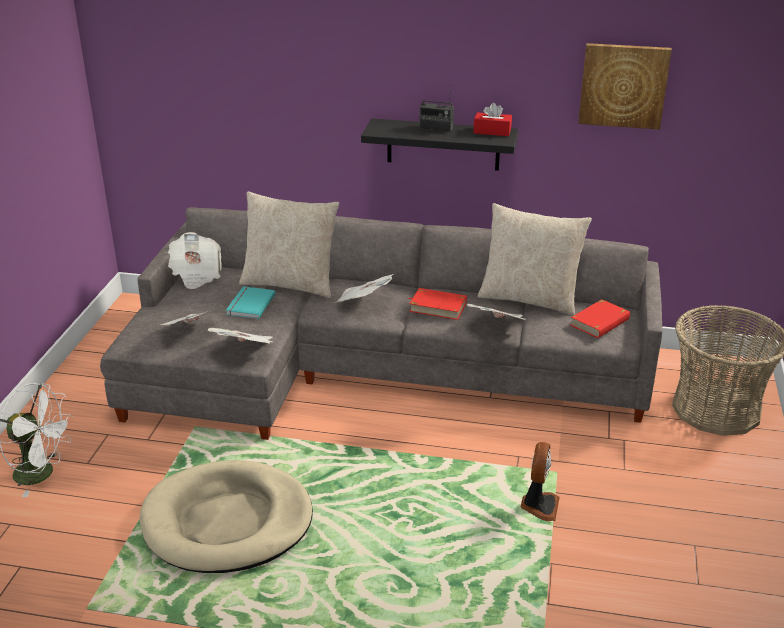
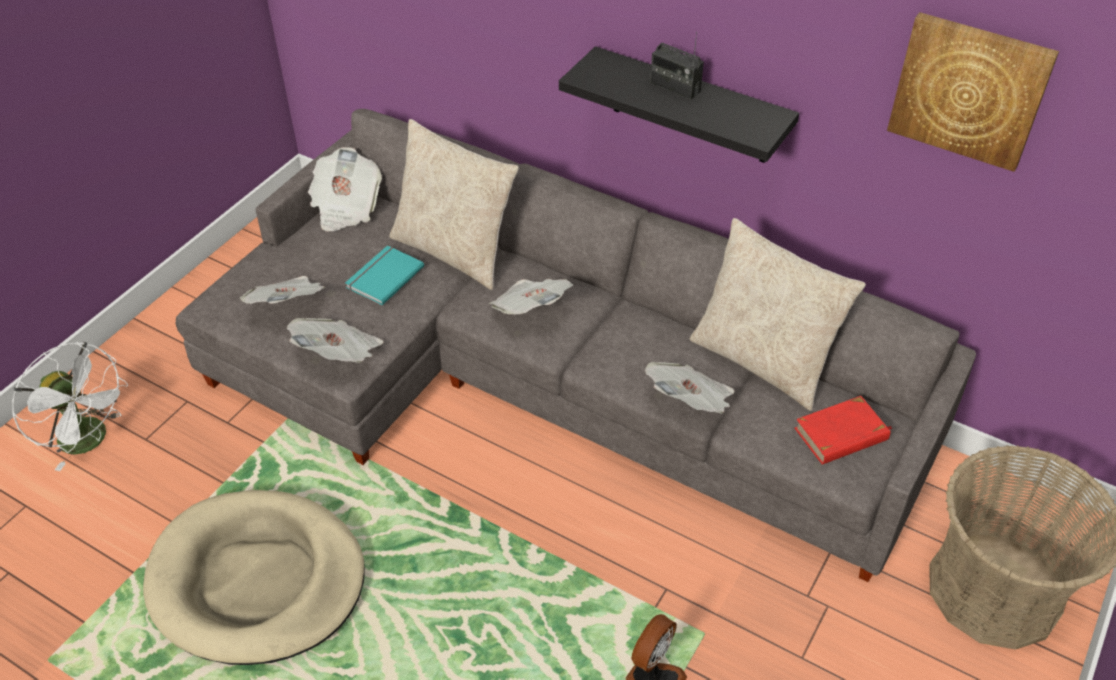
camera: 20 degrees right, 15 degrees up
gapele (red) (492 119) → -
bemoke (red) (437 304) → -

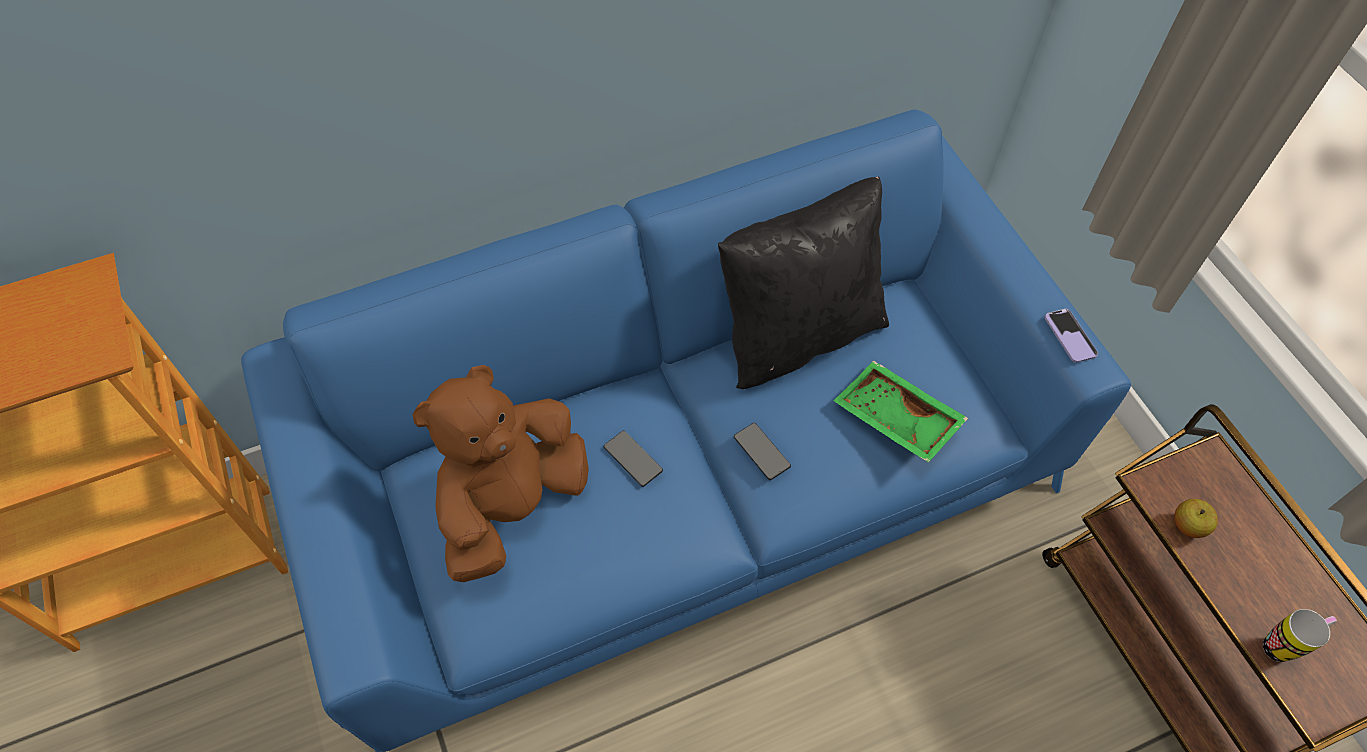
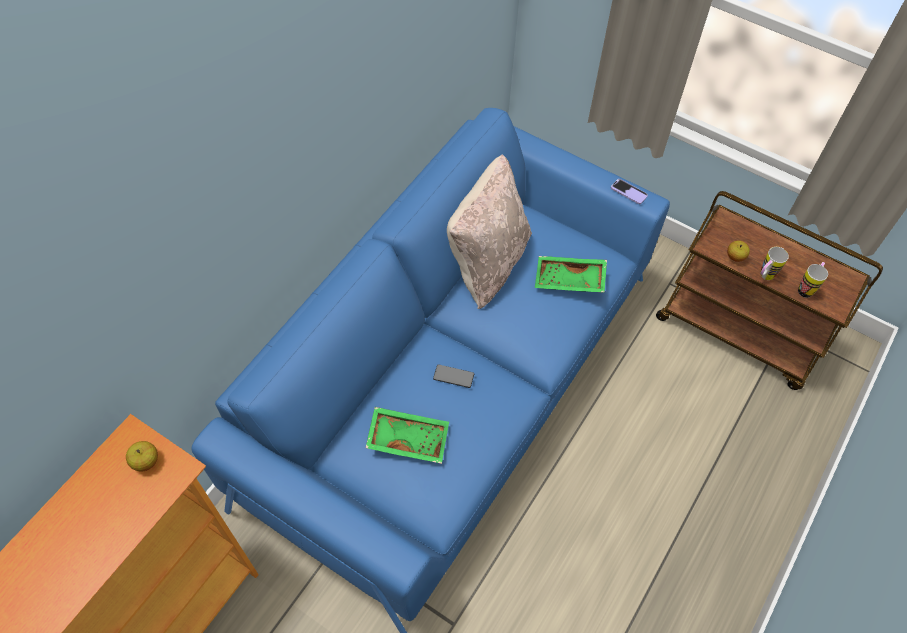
camera: 35 degrees left, 0 degrees up
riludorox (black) (803 283) → riludorox (beige) (489 231)
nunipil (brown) (500 473) → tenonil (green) (407 435)
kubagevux (762 451) → -
- → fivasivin (774 263)
- → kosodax (142 456)

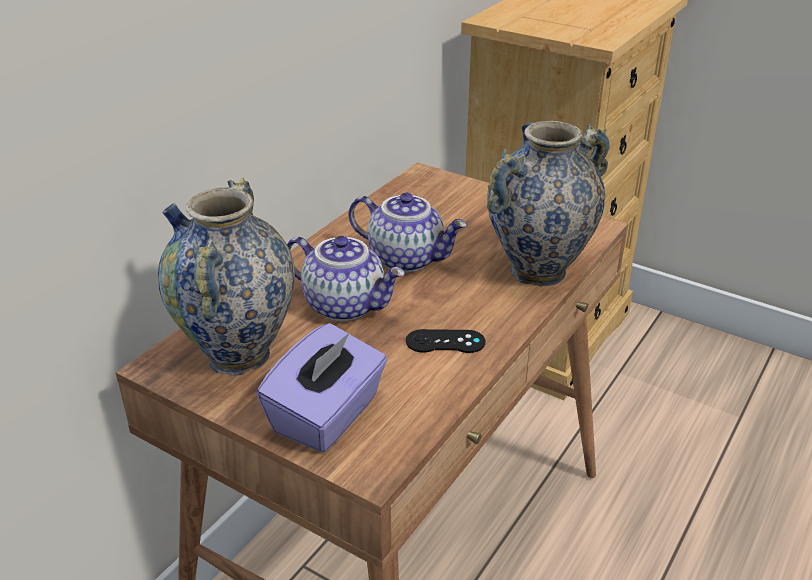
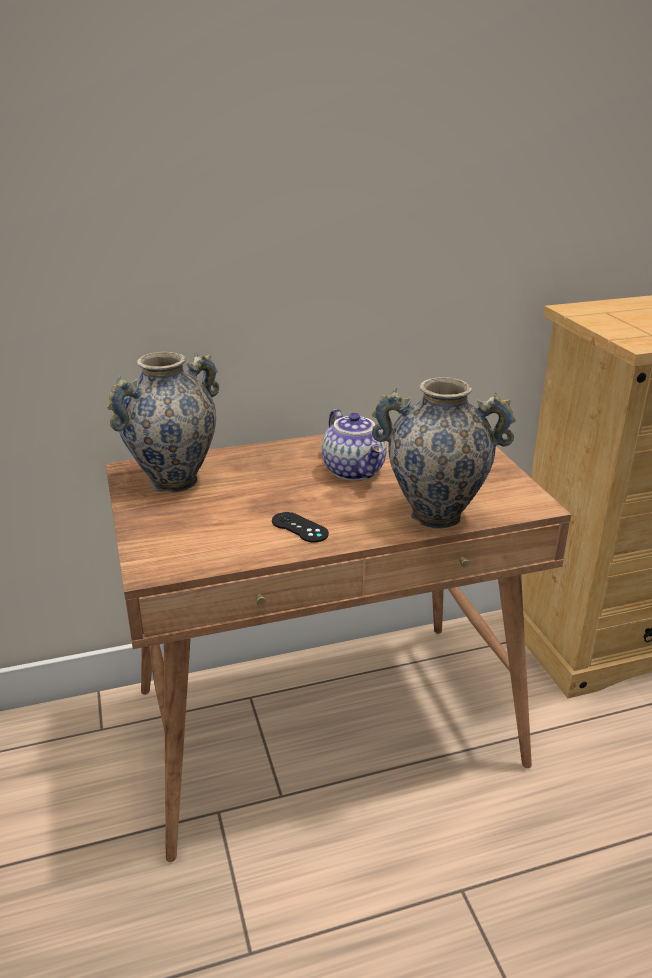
camera: 40 degrees right, 5 degrees down
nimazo (346 278) → -
gapele (purple) (321 388) → -

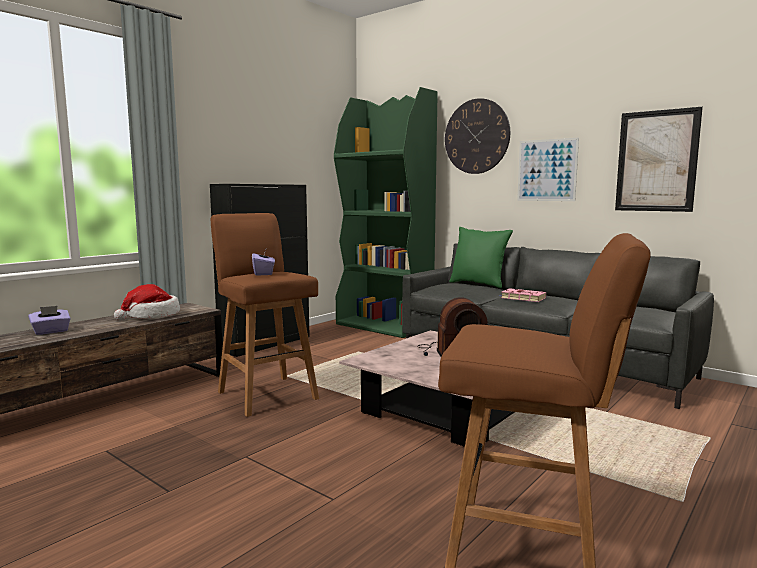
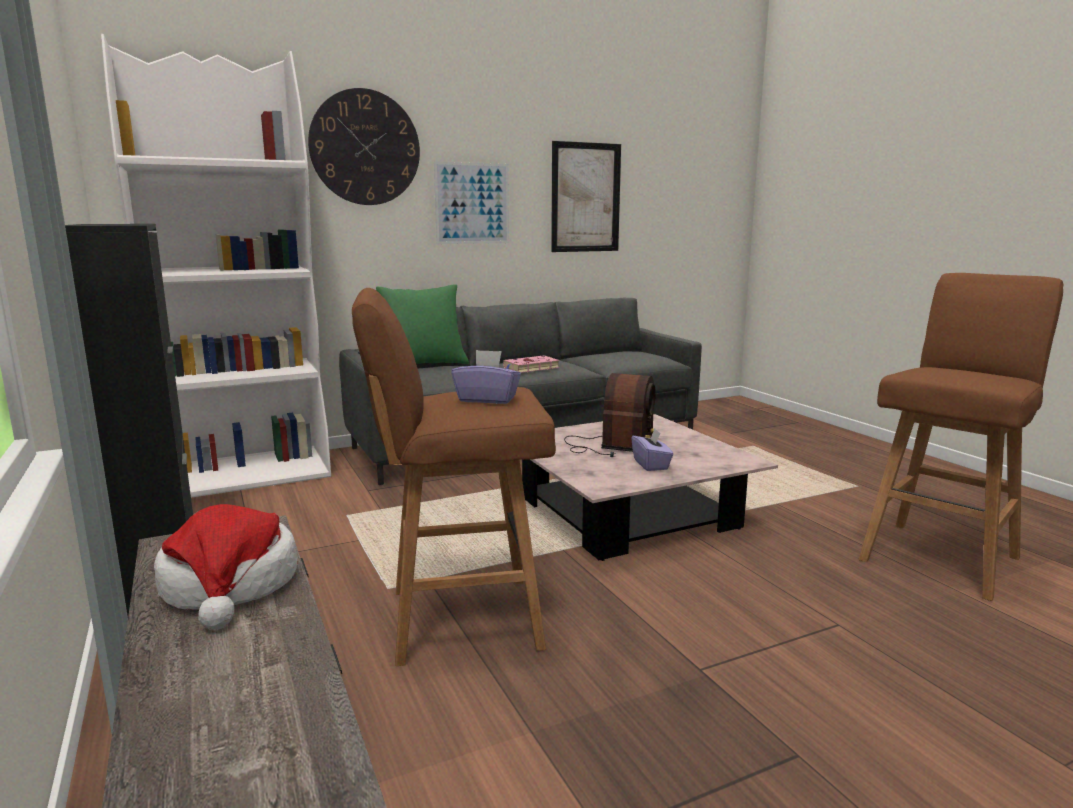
camera: 65 degrees left, 5 degrees up
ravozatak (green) (386 212) → ravozatak (white) (216 266)
gapele (purple) (49 320) → gapele (purple) (652 449), move

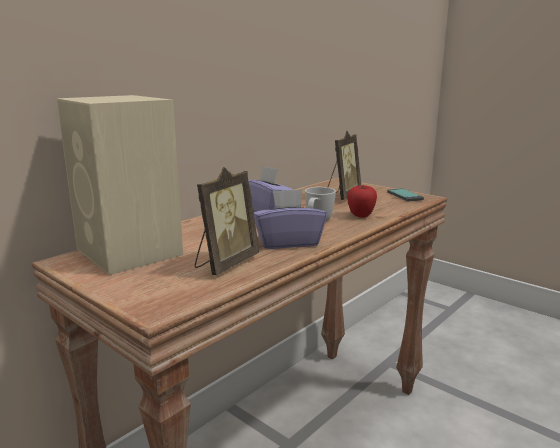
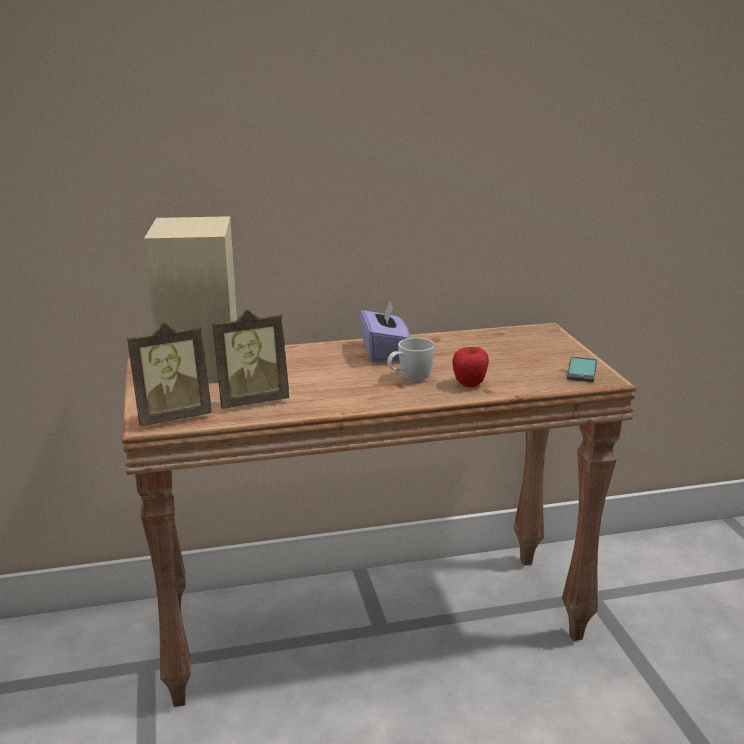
camera: 35 degrees right, 5 degrees up
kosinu (344 165) → kosinu (169 375), move
gapele (purple) (290 219) → -

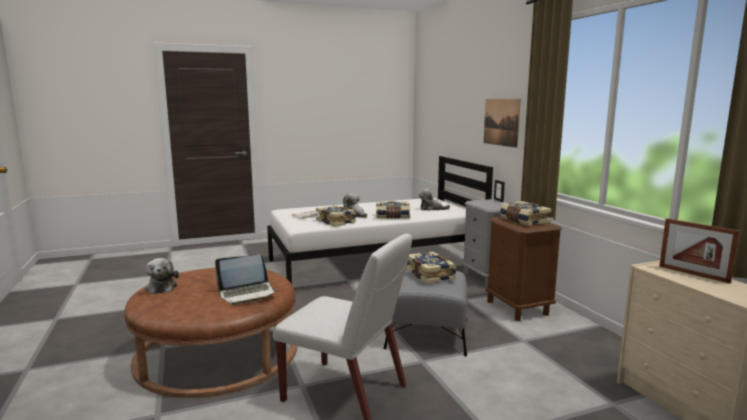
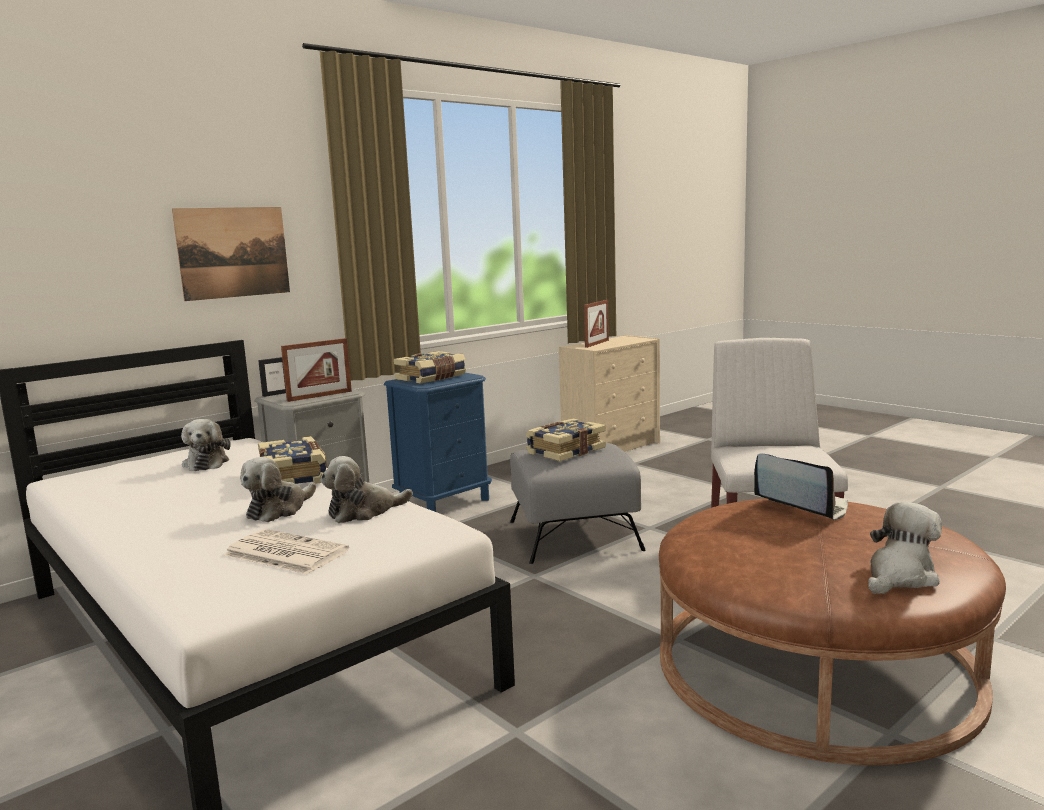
camera: 110 degrees left, 0 degrees up
bemoke (336 216) → nunipil (366 489)
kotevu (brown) (523 269) → kotevu (blue) (438 442)
- → kosinu (316 370)

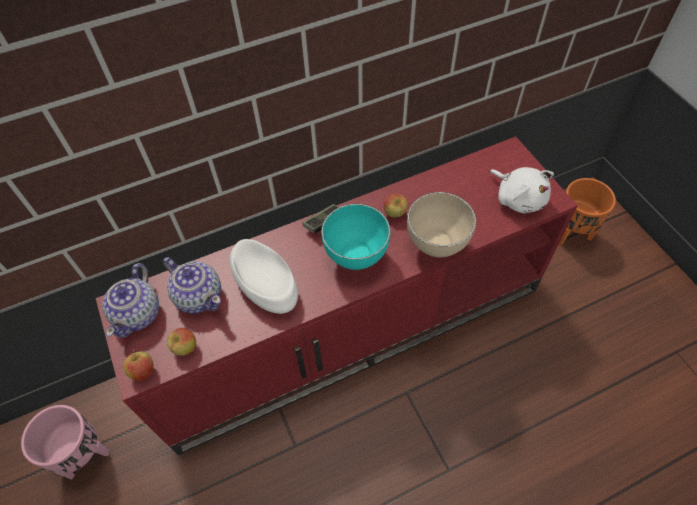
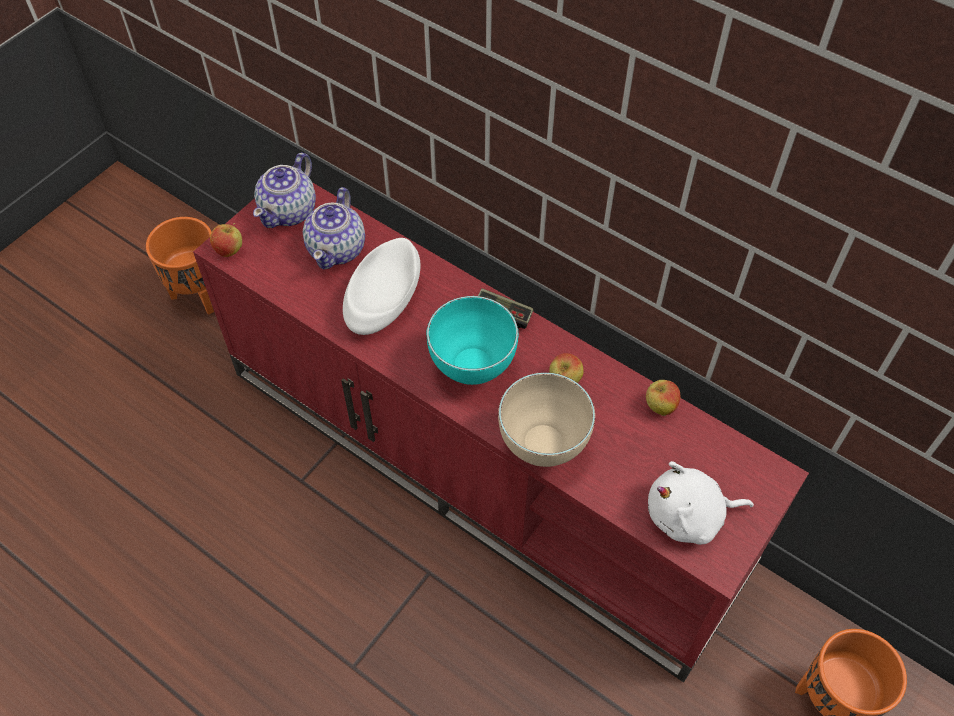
camera: 60 degrees right, 0 degrees up
nunipil (white) (522 190) → nunipil (white) (701 503), 60 degrees clockwise
nimazo (130 300) → nimazo (284 190), 45 degrees counterclockwise
kosodax (181 342) → kosodax (663 398), move
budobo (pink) (65 442) → budobo (orange) (180 266)

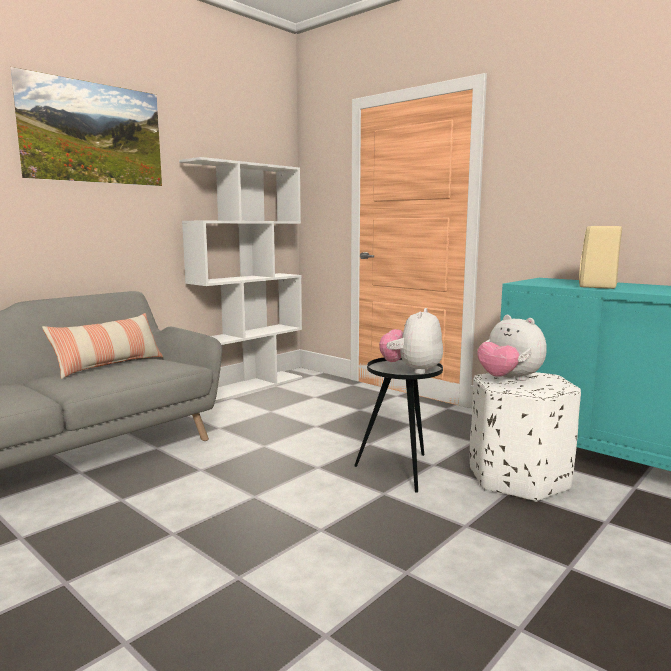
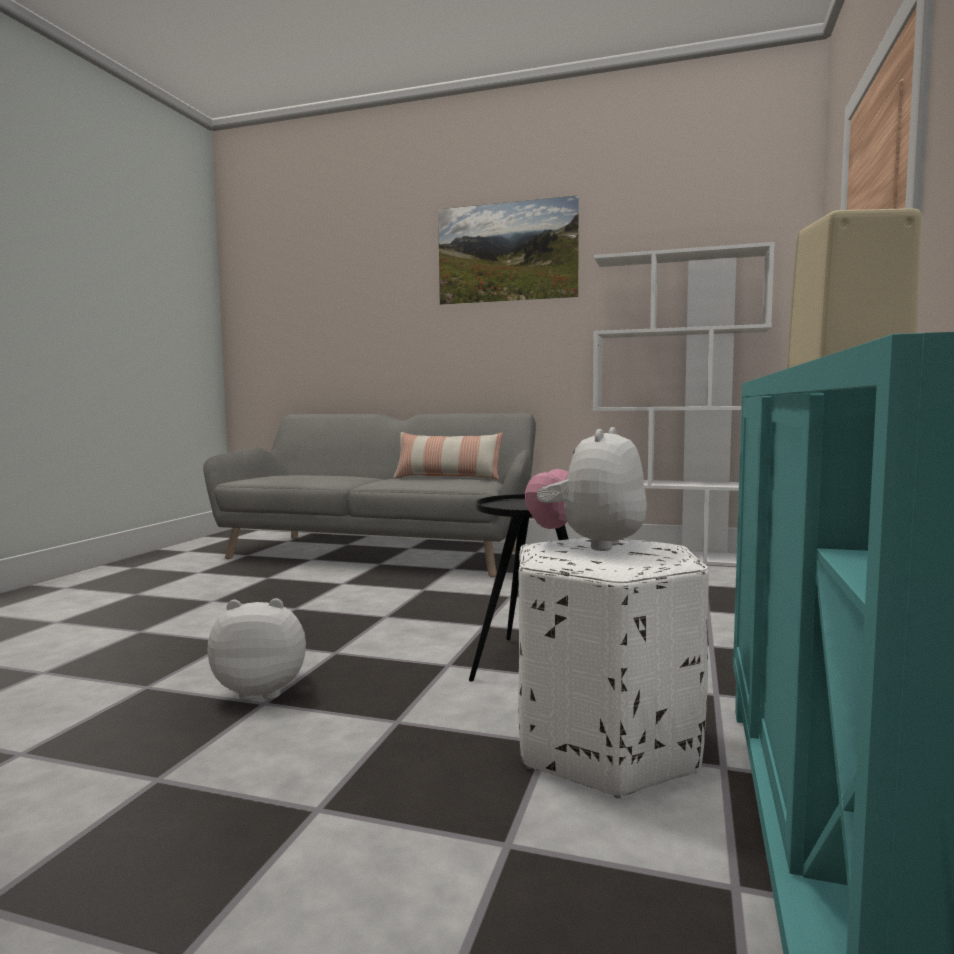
camera: 65 degrees right, 5 degrees down
nunipil (411 341) → nunipil (257 649), move

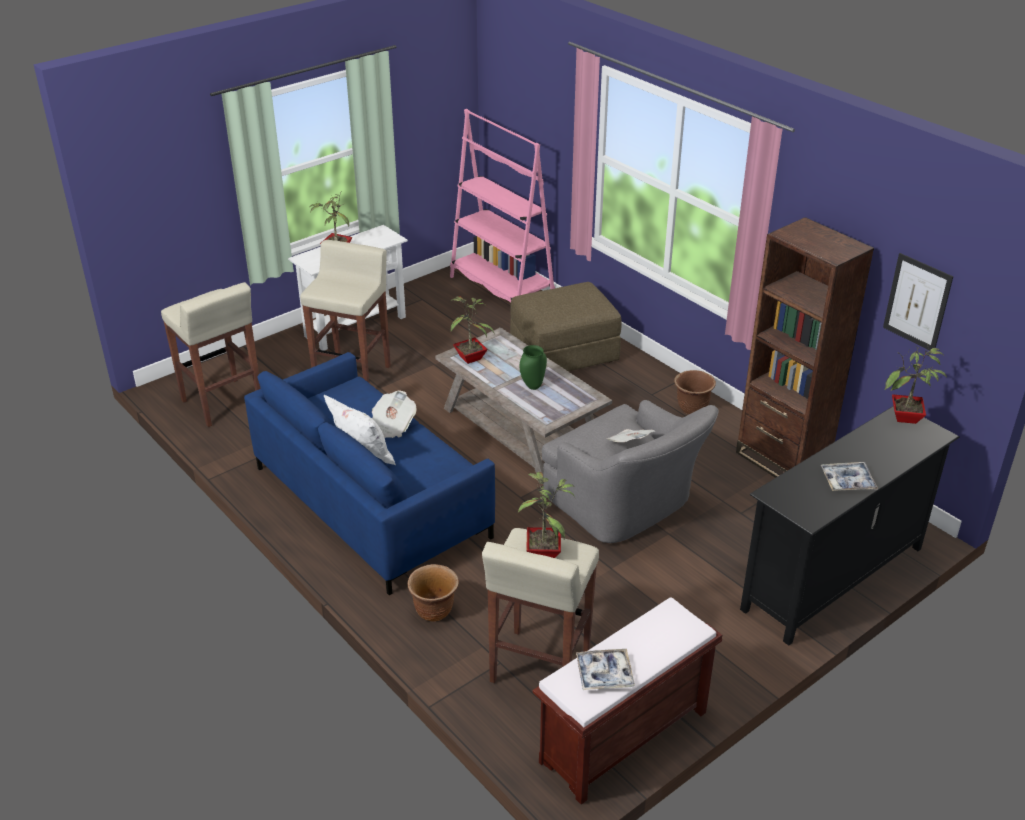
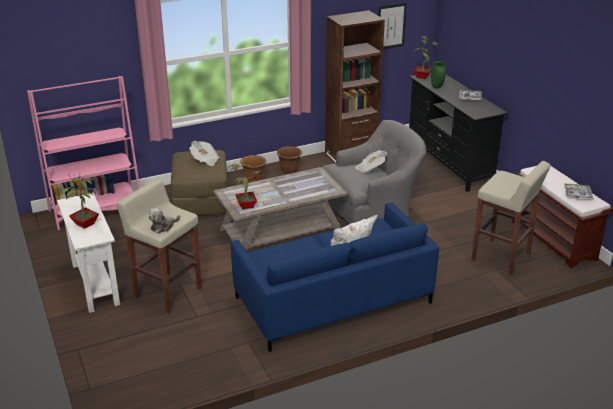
camera: 75 degrees left, 5 degrees down
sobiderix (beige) (211 354) → -
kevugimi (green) (533 367) → kevugimi (green) (438 75), move
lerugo (394 414) → lerugo (204 153), move
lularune (547 515) → -
budobo (brown) (433 593) → budobo (brown) (253 168), move
- → nunipil (164 221)

